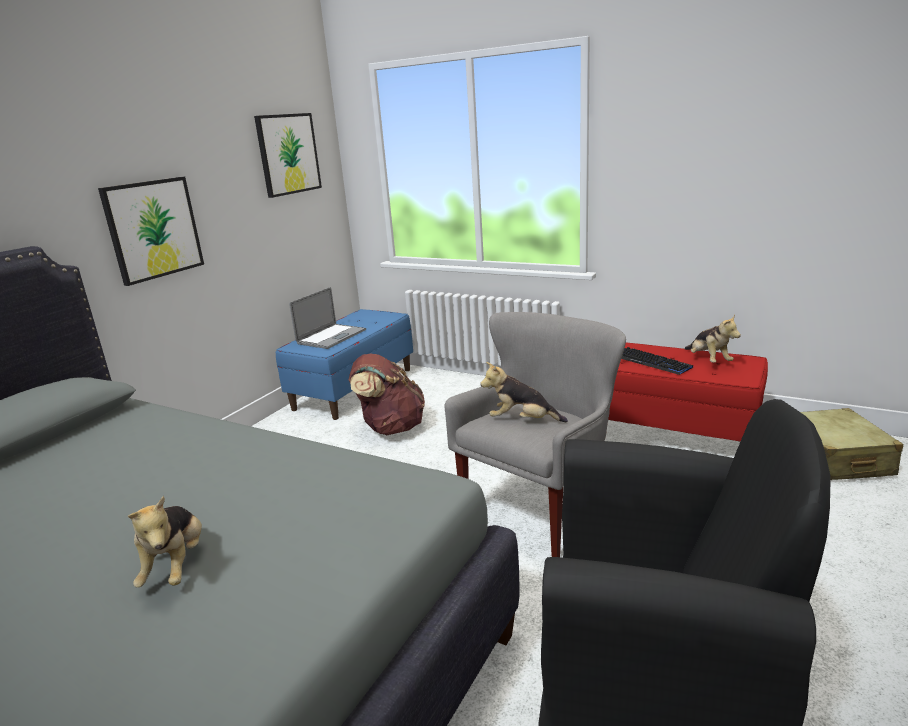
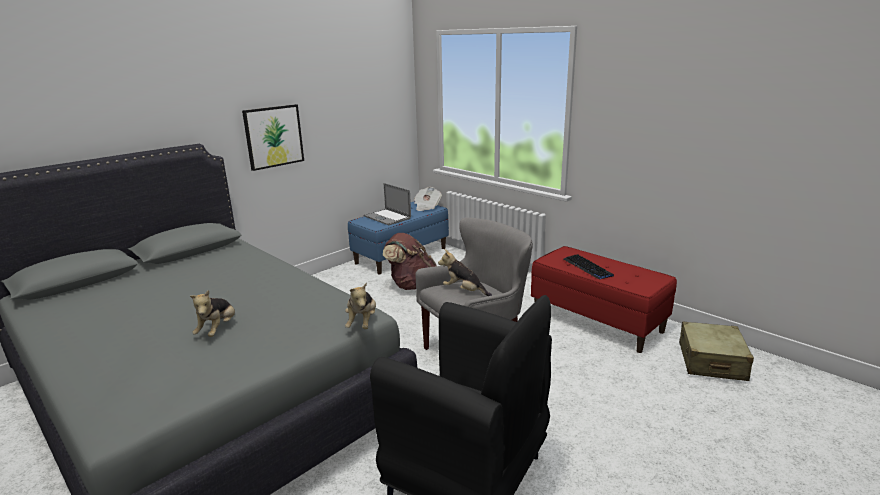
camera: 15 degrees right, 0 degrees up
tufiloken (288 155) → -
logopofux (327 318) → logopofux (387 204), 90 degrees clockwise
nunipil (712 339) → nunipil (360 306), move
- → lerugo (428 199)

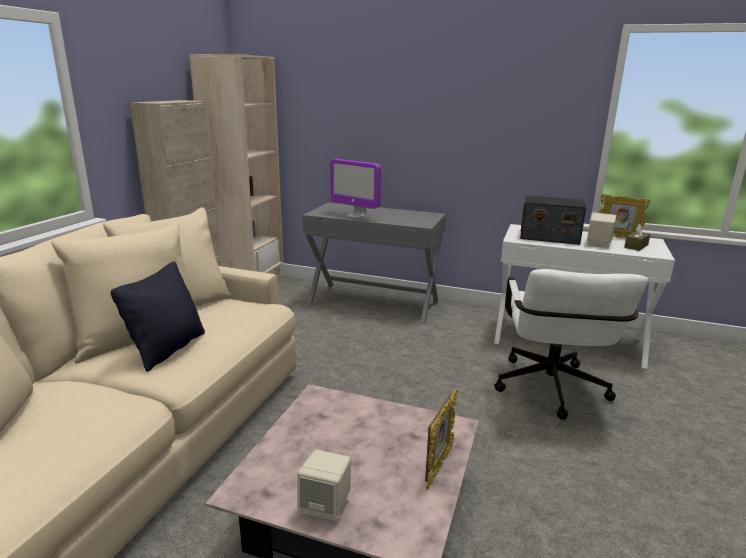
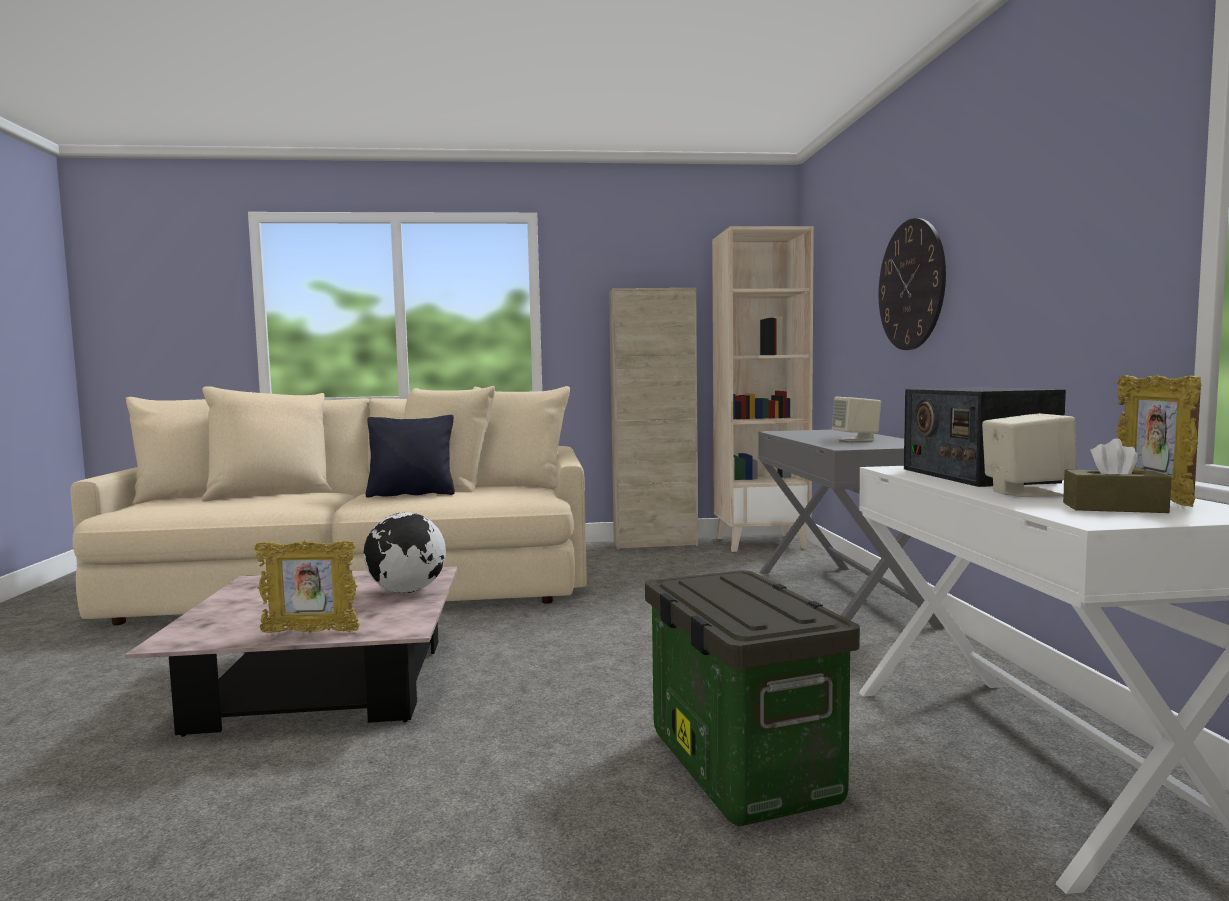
camera: 65 degrees right, 15 degrees down
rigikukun (355 189) → -
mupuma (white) (571 344) → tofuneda (752 698)
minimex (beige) (324 486) → minimex (beige) (856 419), move
- → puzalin (912 284)
- → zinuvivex (405 553)

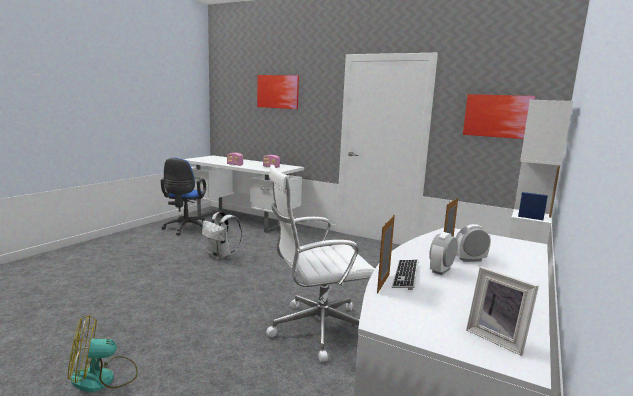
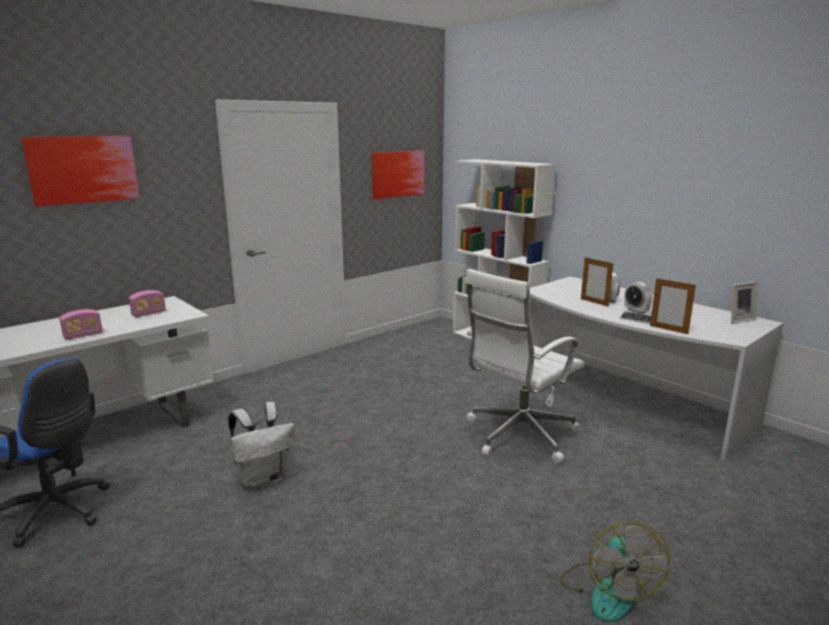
camera: 70 degrees left, 5 degrees up
mupuma (white) (320 263) → mupuma (white) (524 366), 45 degrees clockwise

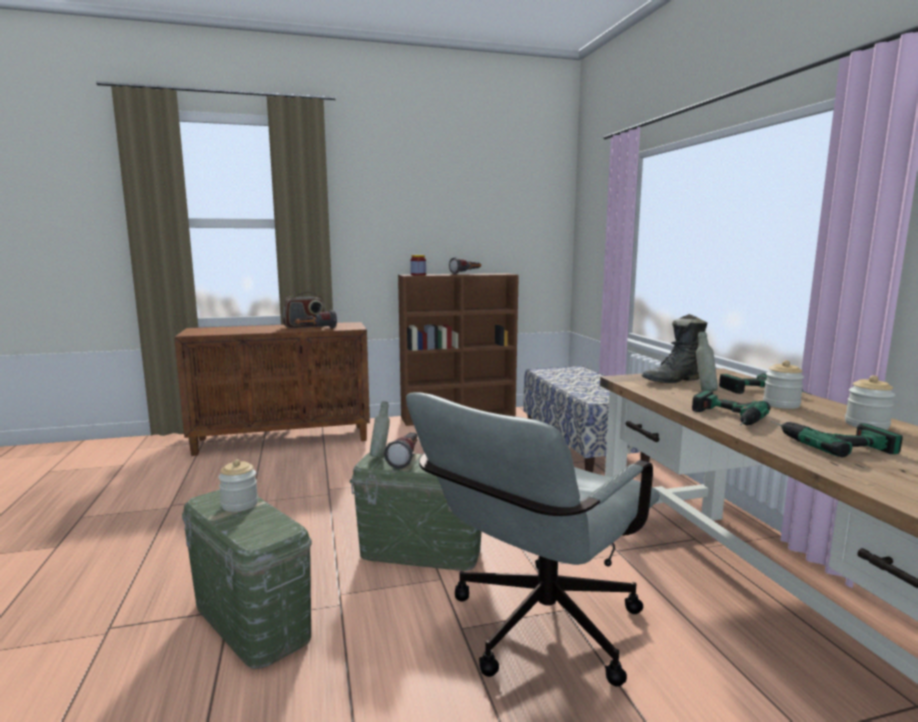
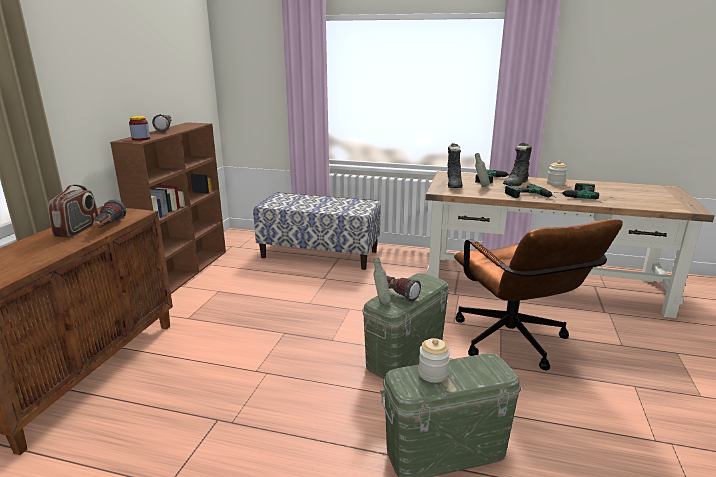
camera: 60 degrees left, 10 degrees up
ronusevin (783 384) → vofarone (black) (517 164)
mupuma (grey) (533 539) → mupuma (brown) (538 295)

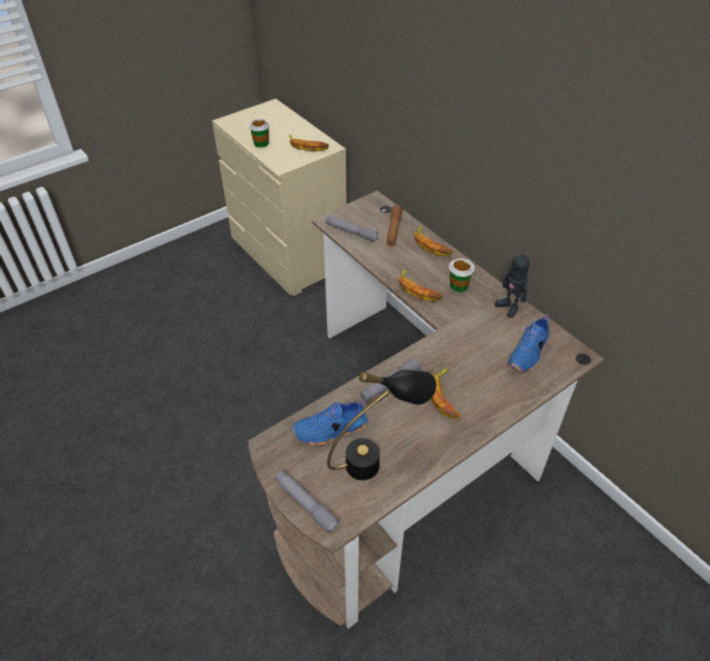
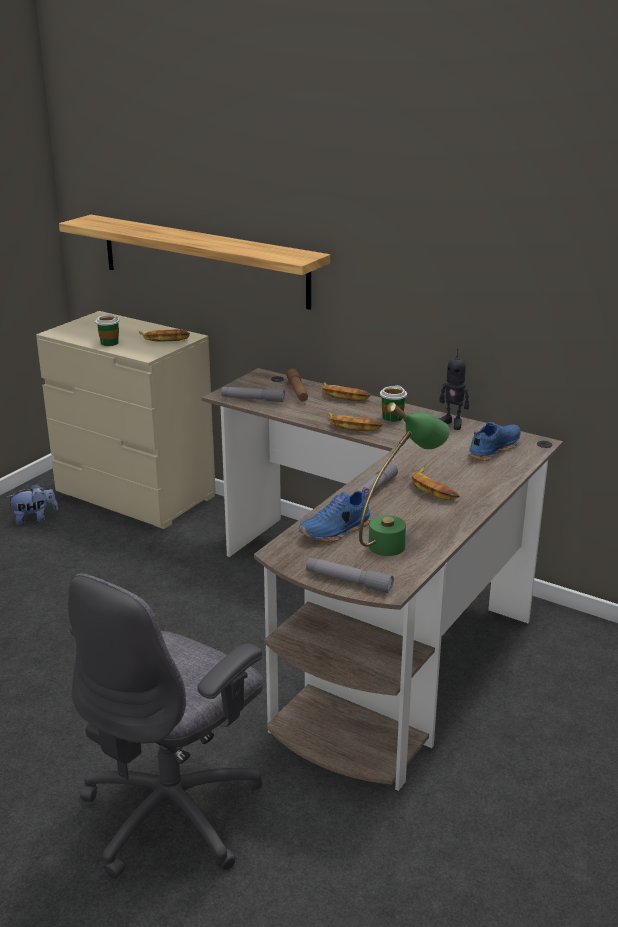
camera: 20 degrees left, 20 degrees down
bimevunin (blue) (528 343) → bimevunin (blue) (494 441), 150 degrees counterclockwise
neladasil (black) (382 425) → neladasil (green) (404 479)
- → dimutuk (194 262)
- → nunipil (32 504)
- → mupuma (grey) (165 726)

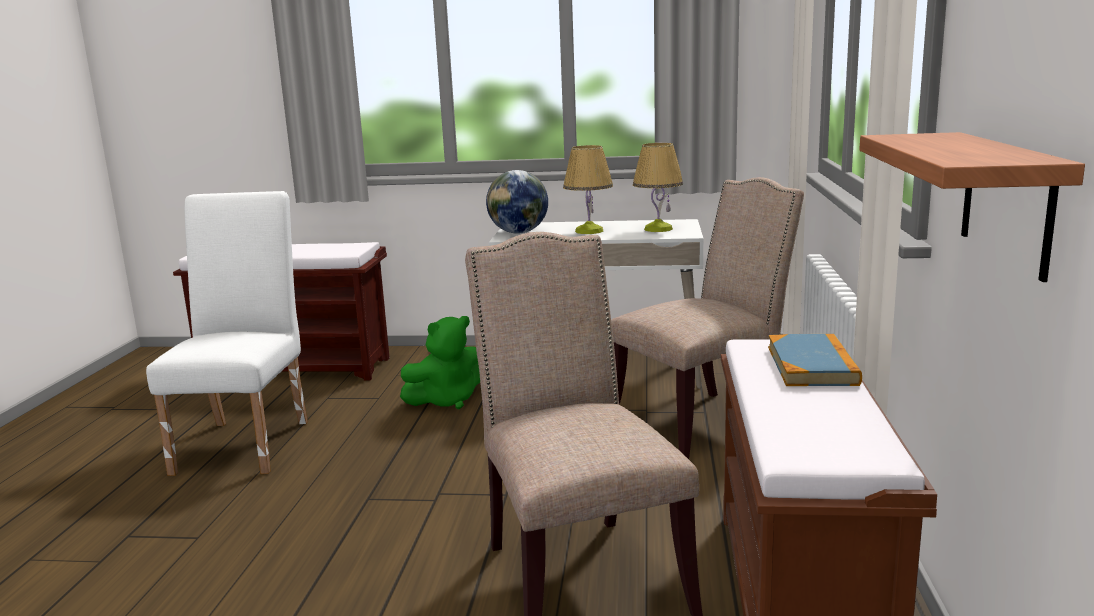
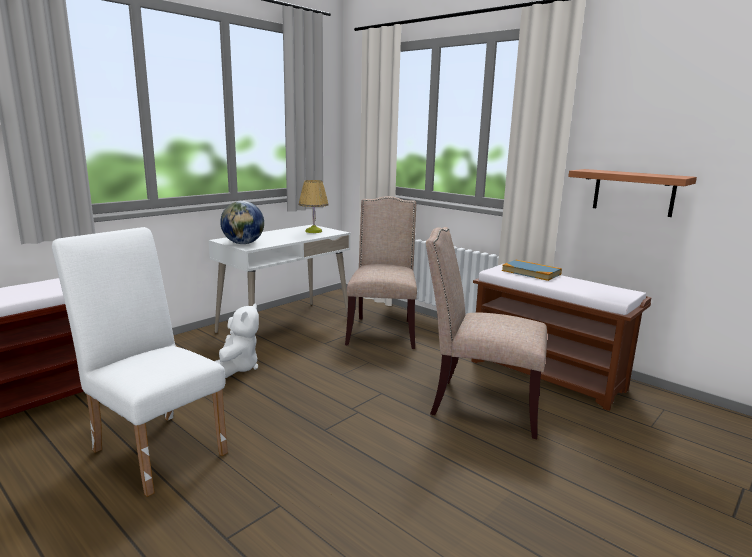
camera: 55 degrees left, 0 degrees up
neladasil (588 189) → -
nunipil (green) (440 362) → nunipil (white) (237 340)

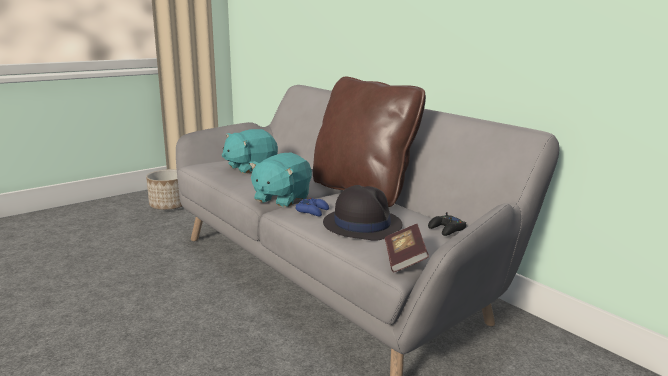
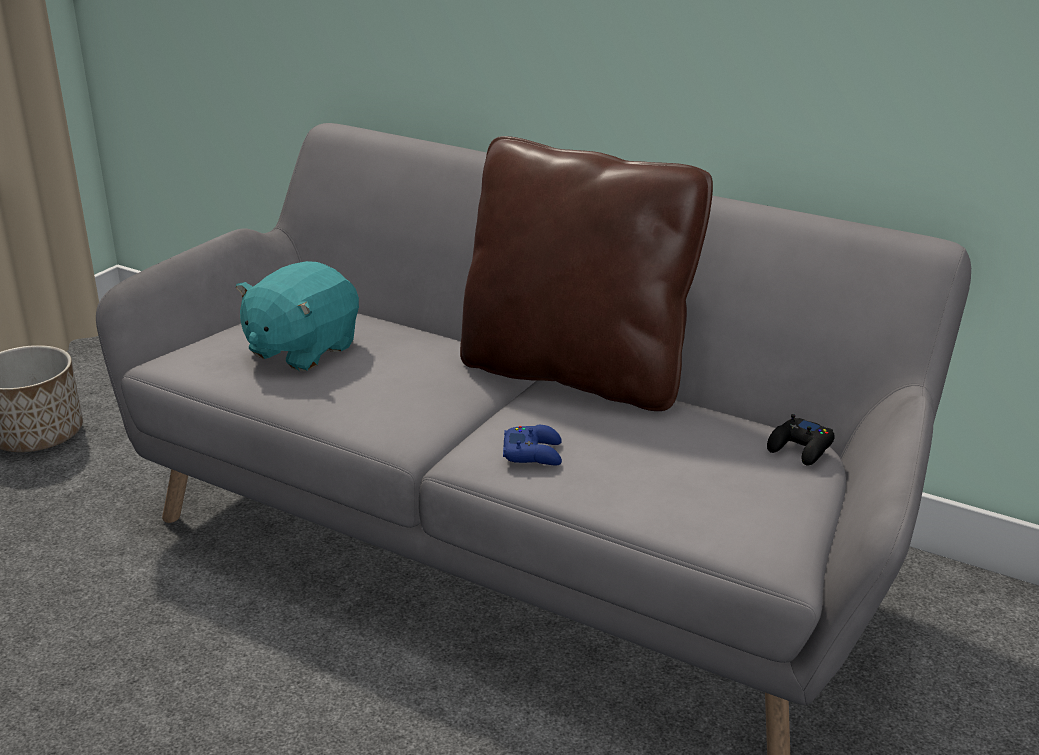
camera: 20 degrees left, 10 degrees up
nunipil (turquoise) (280 180) → -
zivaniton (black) (362 213) → -
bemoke (407 248) → -

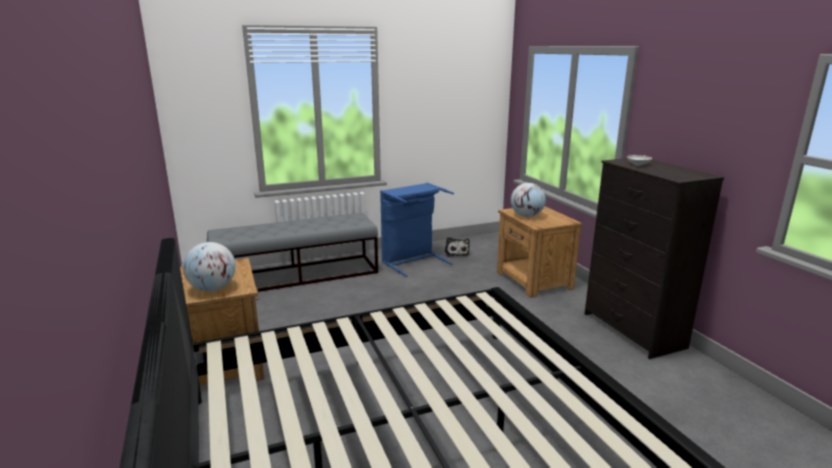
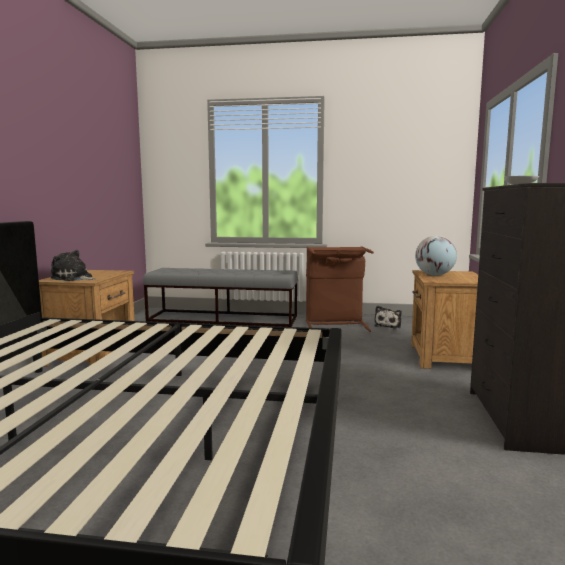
camera: 30 degrees right, 10 degrees down
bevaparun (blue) (417 230) → bevaparun (brown) (340 289)
zinuvivex (209 266) → nunipil (73 265)

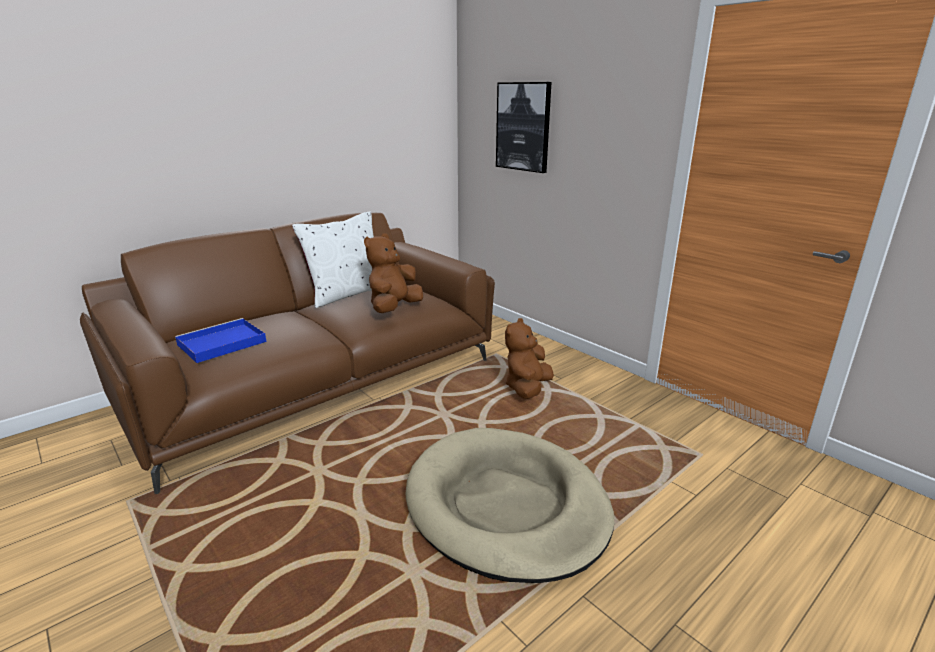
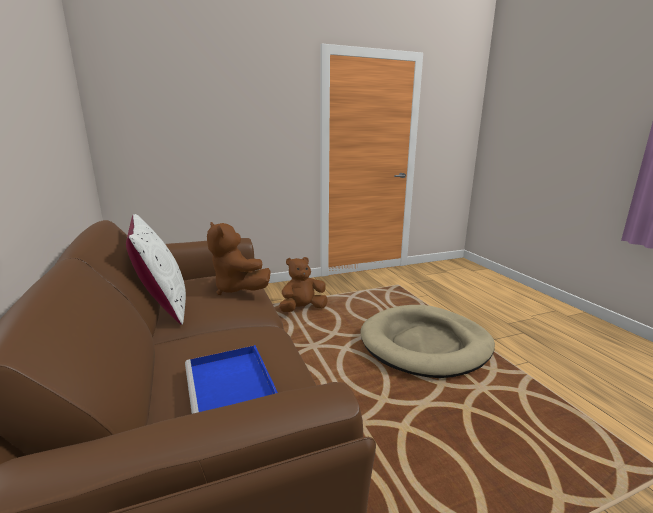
camera: 70 degrees left, 5 degrees down
tufiloken (524 127) → -
nunipil (brown) (529 358) → nunipil (brown) (303 284), 105 degrees clockwise

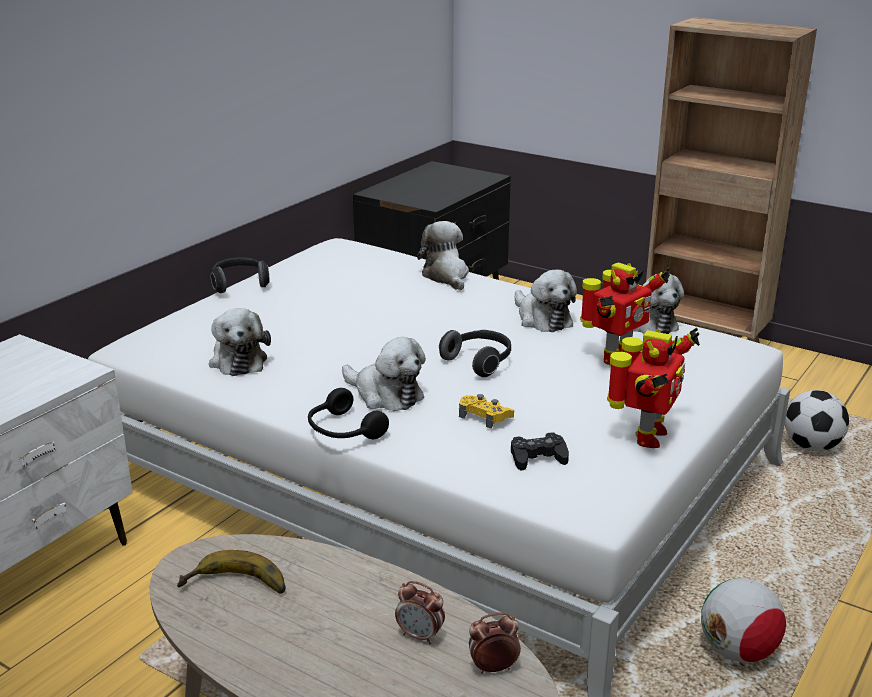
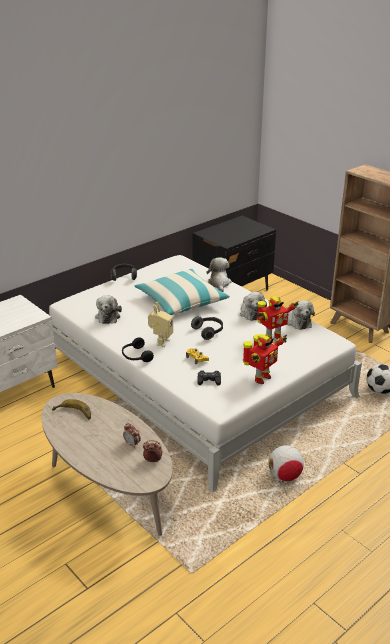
camera: 15 degrees right, 5 degrees up
nunipil (384 374) → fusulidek (160 324)
- → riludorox (182 292)

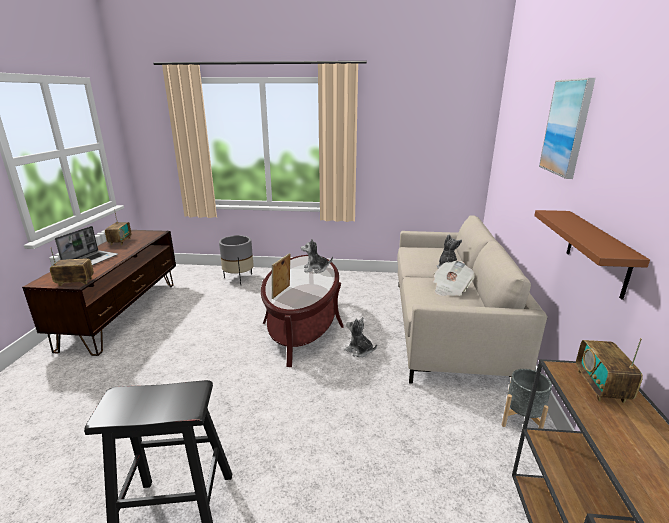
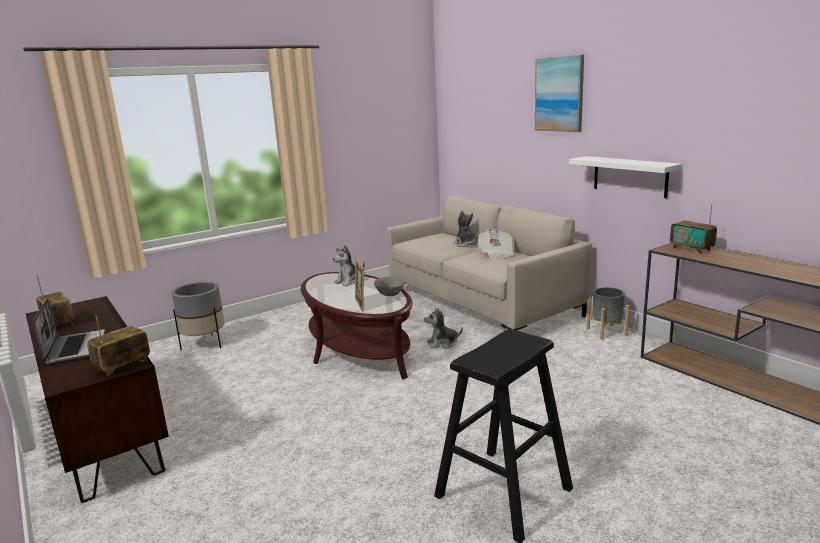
camera: 40 degrees left, 5 degrees down
dimutuk (brown) (592 255) → dimutuk (white) (625 177)
- → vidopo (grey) (390 286)

